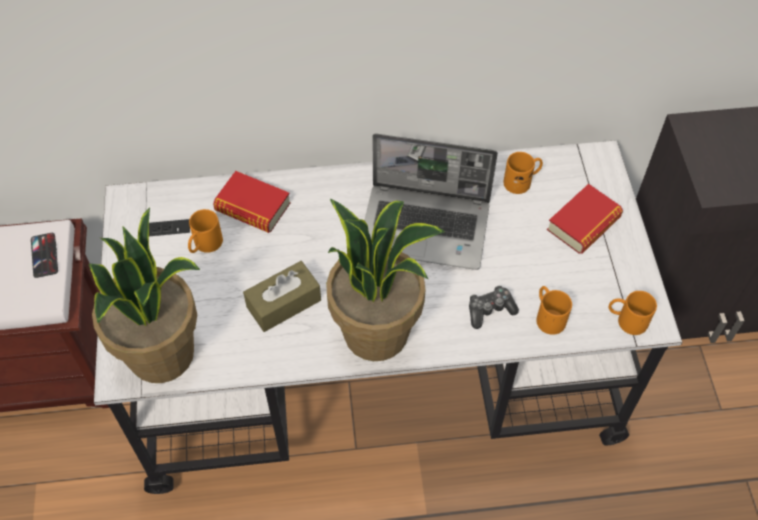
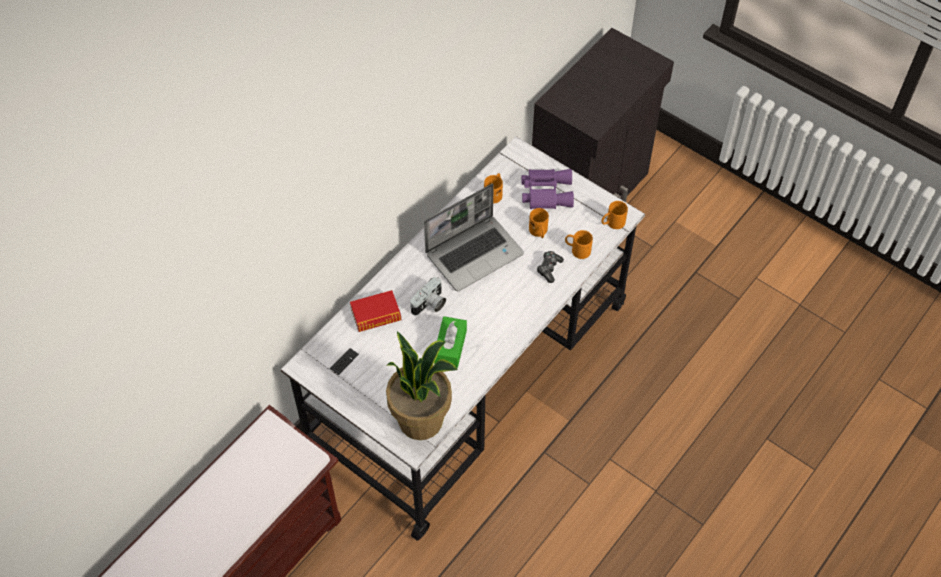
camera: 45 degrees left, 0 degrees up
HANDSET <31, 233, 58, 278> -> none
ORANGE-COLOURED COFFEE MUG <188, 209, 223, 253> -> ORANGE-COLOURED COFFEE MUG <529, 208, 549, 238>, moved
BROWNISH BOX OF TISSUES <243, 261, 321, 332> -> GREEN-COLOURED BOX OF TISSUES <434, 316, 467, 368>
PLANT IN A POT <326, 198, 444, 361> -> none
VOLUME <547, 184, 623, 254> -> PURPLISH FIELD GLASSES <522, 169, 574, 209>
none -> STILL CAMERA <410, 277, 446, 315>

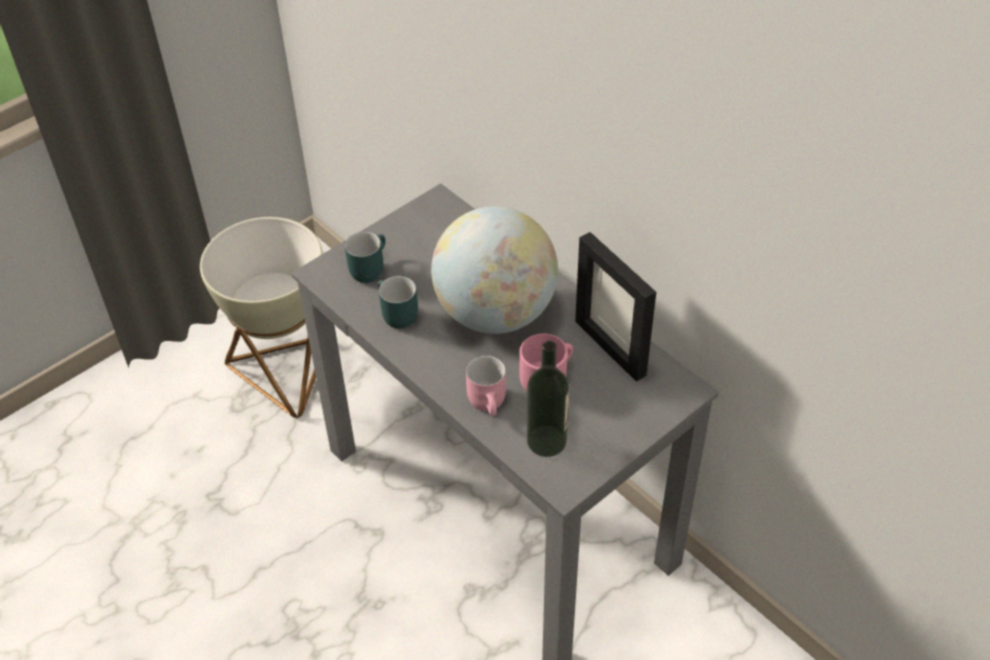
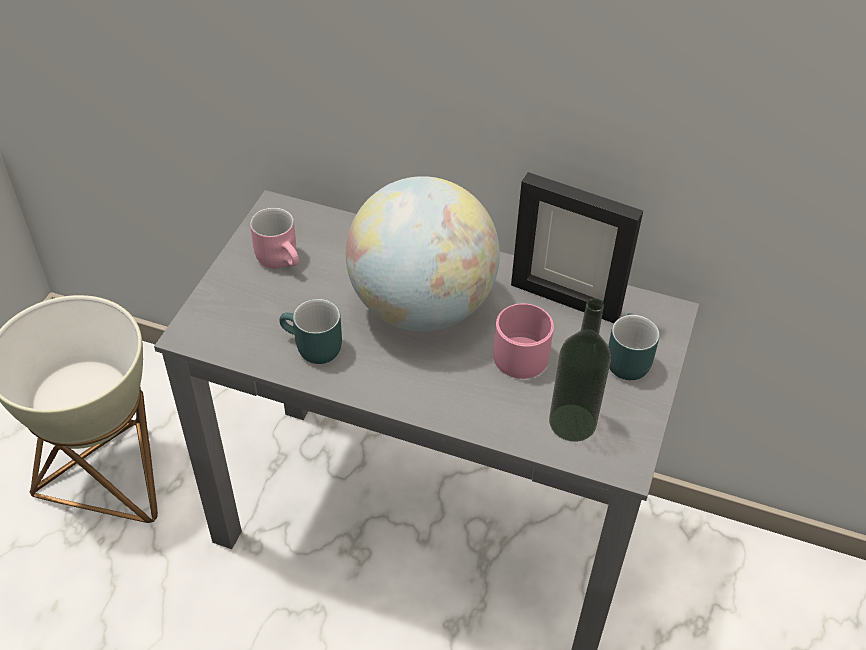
camera: 30 degrees left, 0 degrees up
TURQUOISE COFFEE MUG <345, 232, 386, 283> -> TURQUOISE COFFEE MUG <608, 313, 660, 380>, moved
PINK-COLOURED COFFEE MUG <466, 356, 506, 416> -> PINK-COLOURED COFFEE MUG <250, 207, 299, 269>, moved

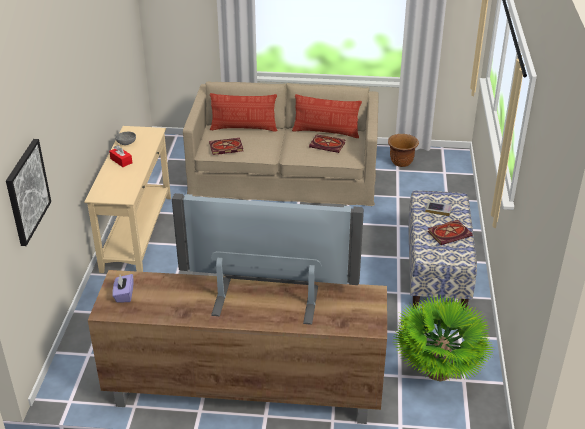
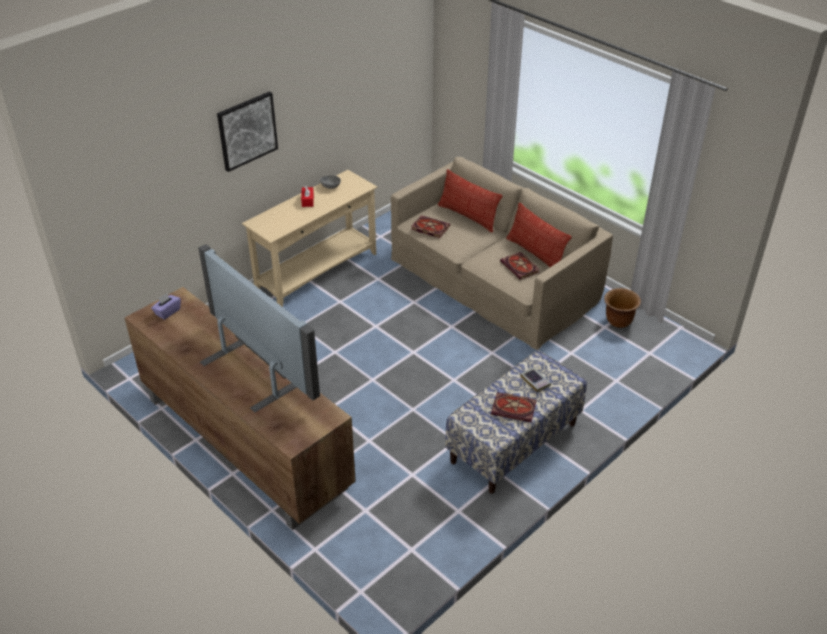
camera: 40 degrees right, 5 degrees up
WALL ART <6, 139, 51, 246> -> WALL ART <217, 91, 278, 172>, moved
PLANT IN A POT <392, 294, 494, 381> -> none

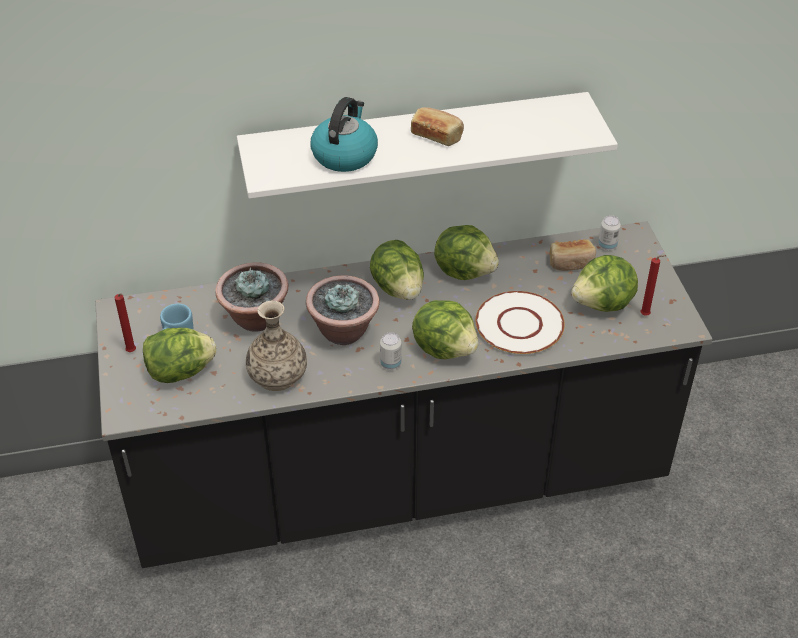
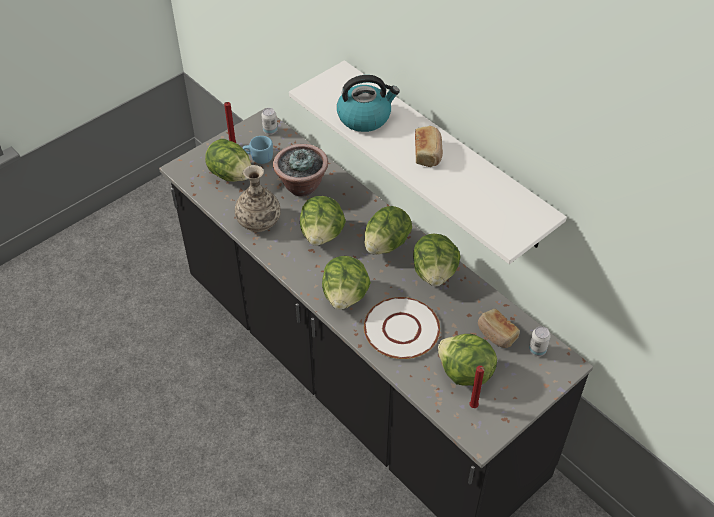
camera: 60 degrees right, 5 degrees up
PLANT IN A POT <306, 275, 380, 345> -> LETTUCE <300, 196, 346, 246>
METAL CAN <380, 332, 401, 370> -> METAL CAN <262, 108, 278, 134>, moved

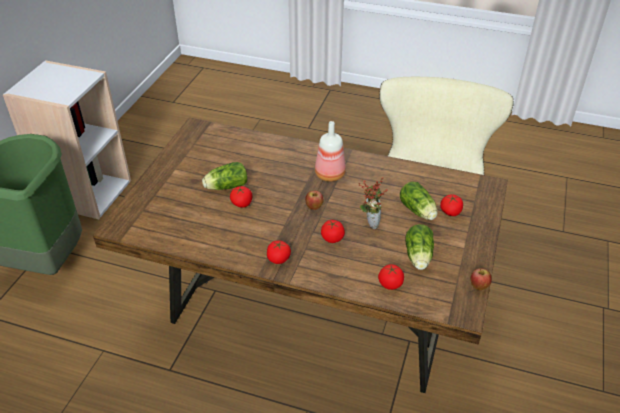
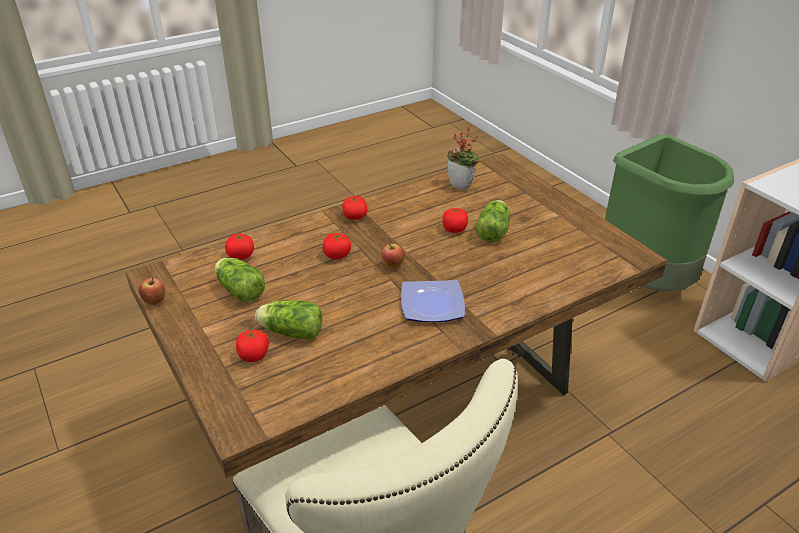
camera: 130 degrees right, 5 degrees down
BOTTLE <315, 121, 346, 182> -> FLAT DISH <401, 280, 465, 322>
PLANT IN A POT <358, 178, 388, 229> -> PLANT IN A POT <447, 125, 480, 190>, moved

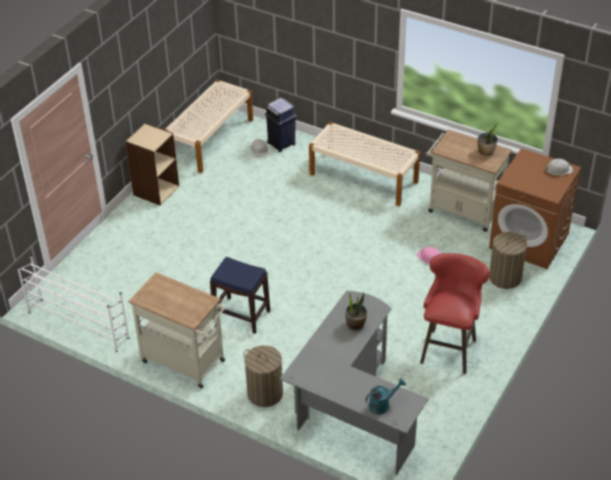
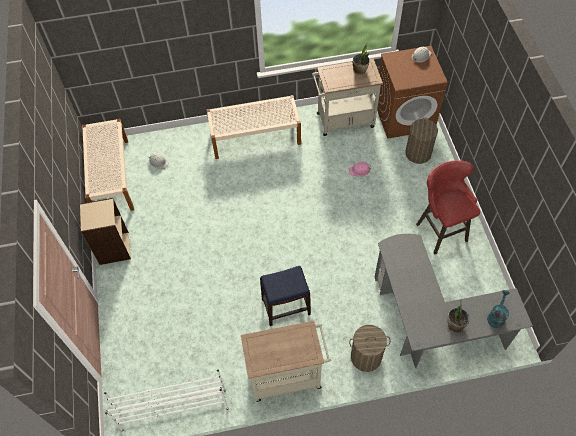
camera: 40 degrees left, 15 degrees up
BLUE-COLOURED TRASH CAN <265, 98, 297, 152> -> none
PLANT IN A POT <345, 292, 367, 331> -> PLANT IN A POT <447, 303, 470, 333>, moved

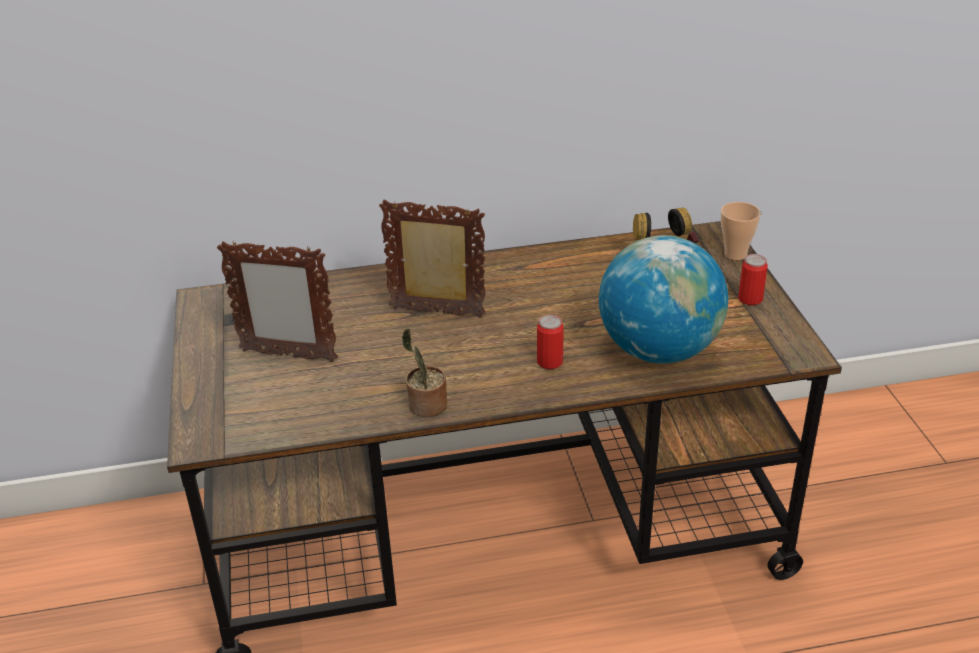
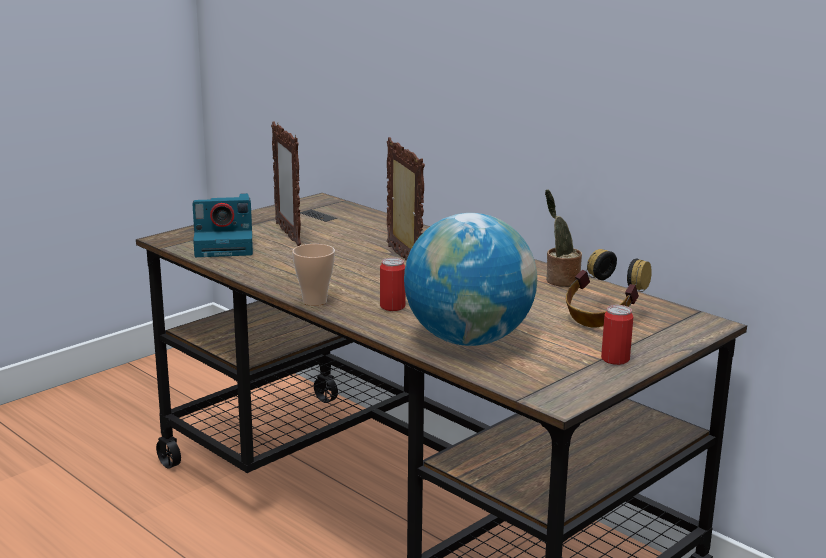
camera: 55 degrees right, 15 degrees down
PLANT IN A POT <402, 328, 447, 417> -> PLANT IN A POT <545, 190, 582, 287>, moved
DRINKING CUP <721, 202, 761, 260> -> DRINKING CUP <292, 244, 335, 306>, moved
none -> STILL CAMERA <192, 193, 253, 257>

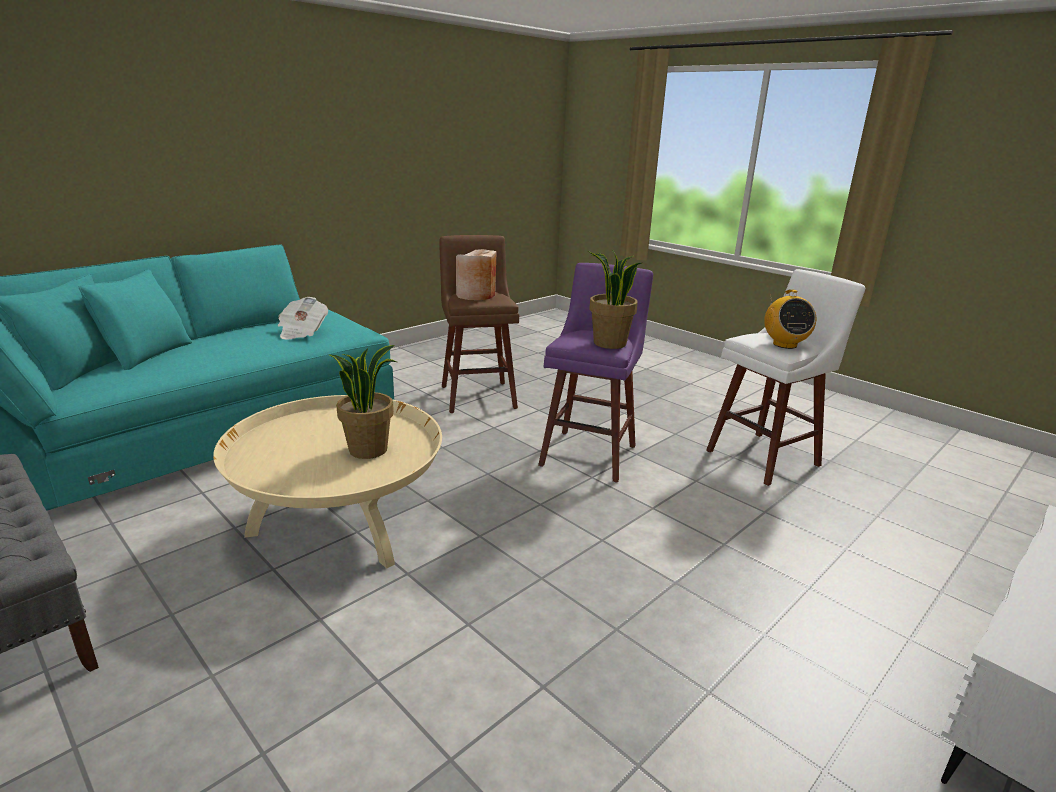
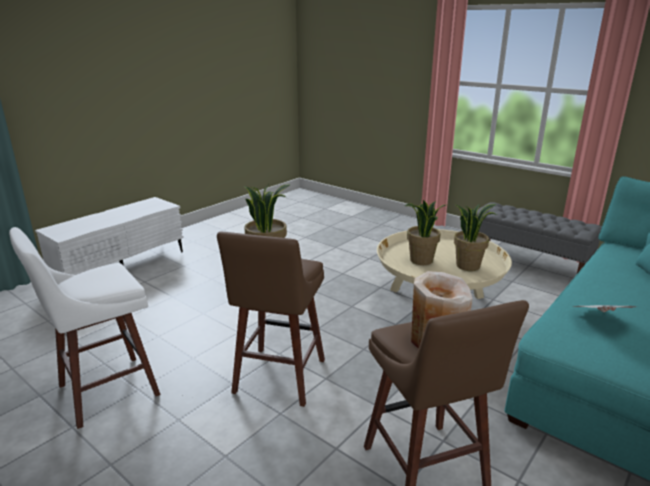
camera: 175 degrees right, 0 degrees up
PURPLISH STOOL SEAT <538, 263, 653, 483> -> BROWNISH STOOL SEAT <217, 232, 325, 407>
RADIO SET <764, 290, 816, 349> -> none
none -> PLANT IN A POT <454, 203, 497, 271>

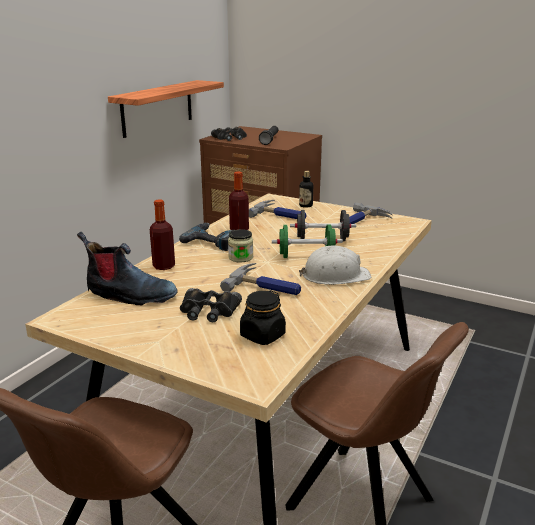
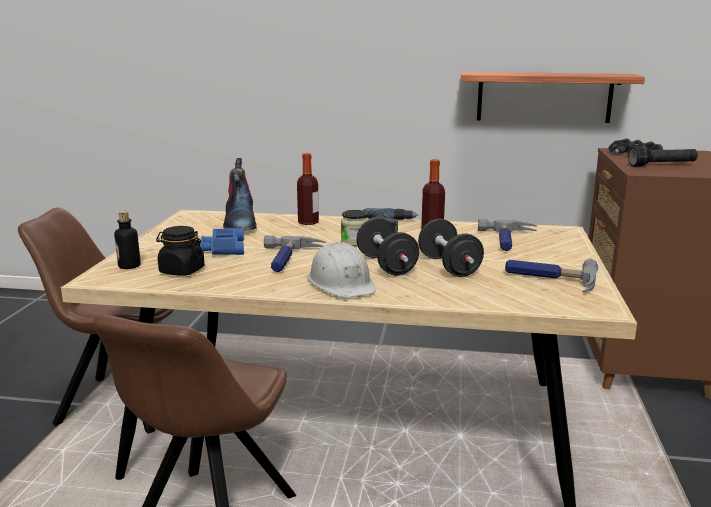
camera: 70 degrees right, 5 degrees down
BLACKISH FIELD GLASSES <180, 288, 242, 322> -> BLUE-COLOURED FIELD GLASSES <200, 228, 244, 255>
GREEN-COLOURED FREE WEIGHT <272, 224, 343, 258> -> BLACKISH FREE WEIGHT <357, 218, 419, 276>
BOTTLE <299, 171, 313, 208> -> BOTTLE <114, 211, 141, 269>, moved

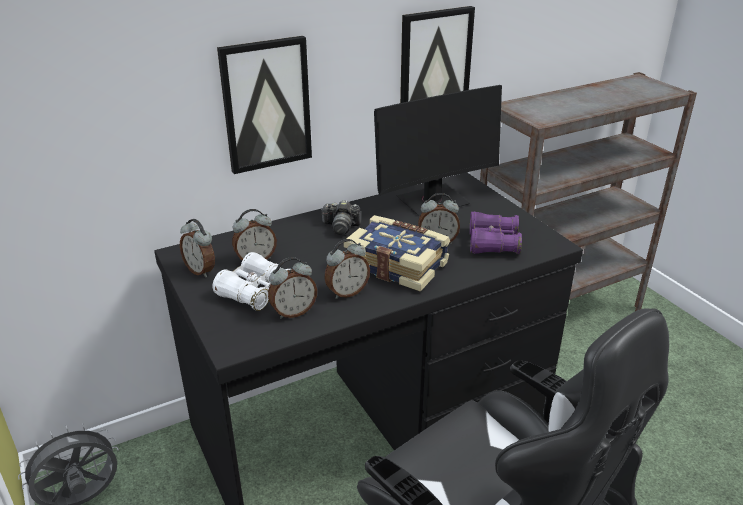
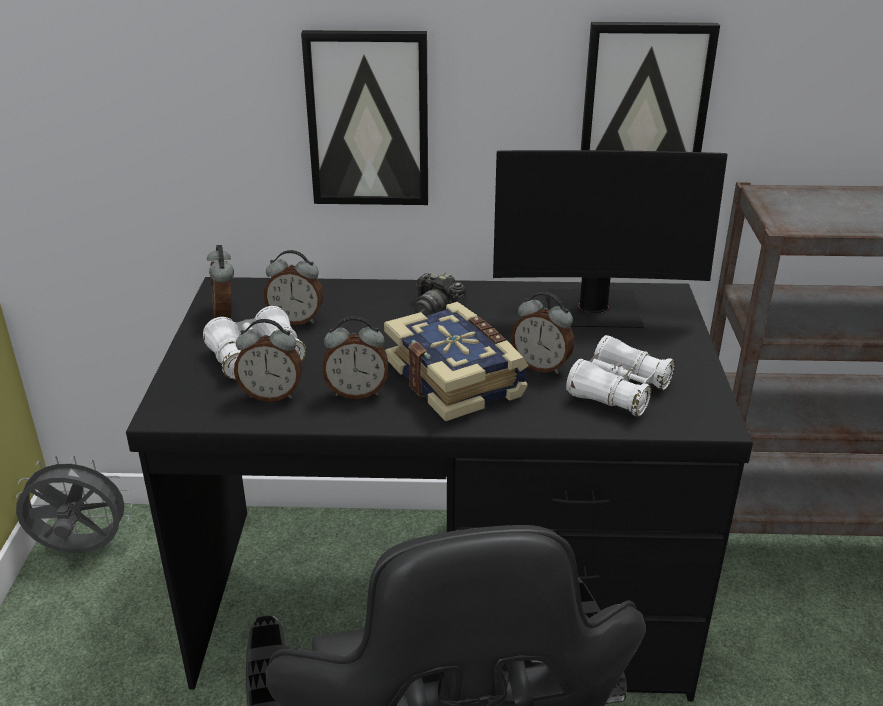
camera: 30 degrees right, 0 degrees up
PURPLISH FIELD GLASSES <470, 212, 522, 254> -> WHITISH FIELD GLASSES <566, 335, 675, 417>

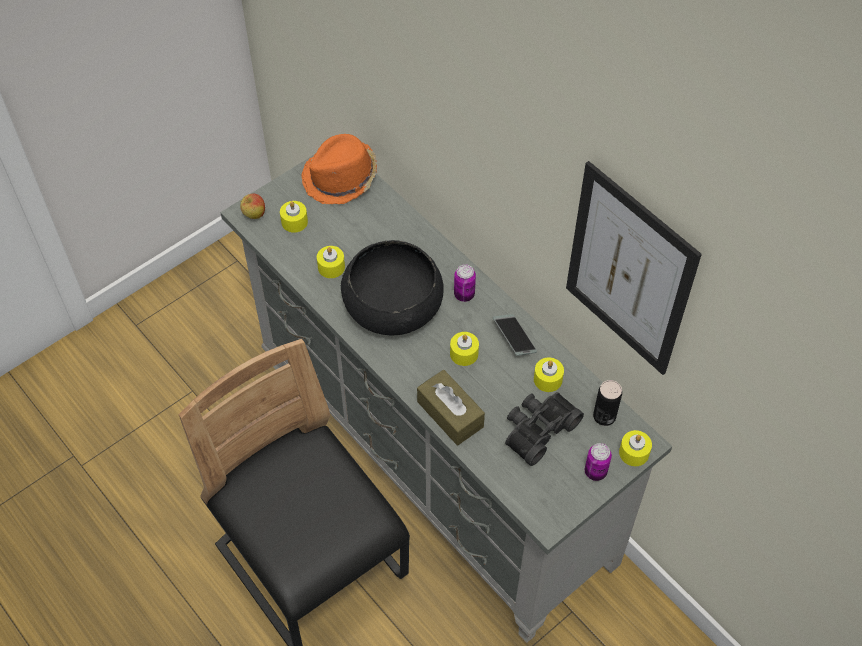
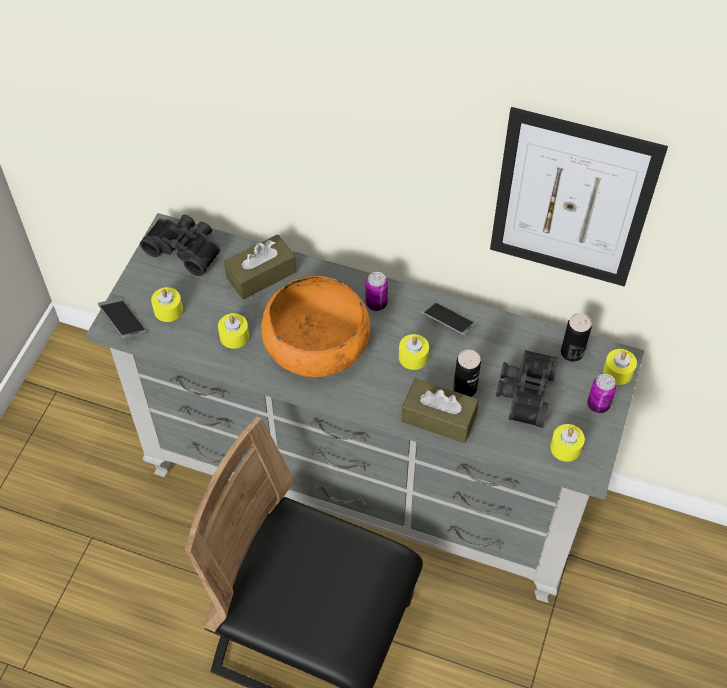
camera: 30 degrees left, 0 degrees up
APPLE <240, 194, 265, 219> -> HANDSET <98, 298, 147, 339>
ORANGE-COLOURED WEARABLE HAT <301, 134, 377, 204> -> BLACKISH FIELD GLASSES <140, 215, 220, 276>
BLACKISH DEEP DISH <341, 240, 444, 336> -> ORANGE-COLOURED DEEP DISH <261, 276, 370, 377>
YELLOW WAX CANDLE <534, 357, 564, 392> -> YELLOW WAX CANDLE <550, 424, 585, 462>, moved
none -> BROWNISH BOX OF TISSUES <224, 234, 296, 300>
none -> METAL CAN <453, 350, 481, 397>

